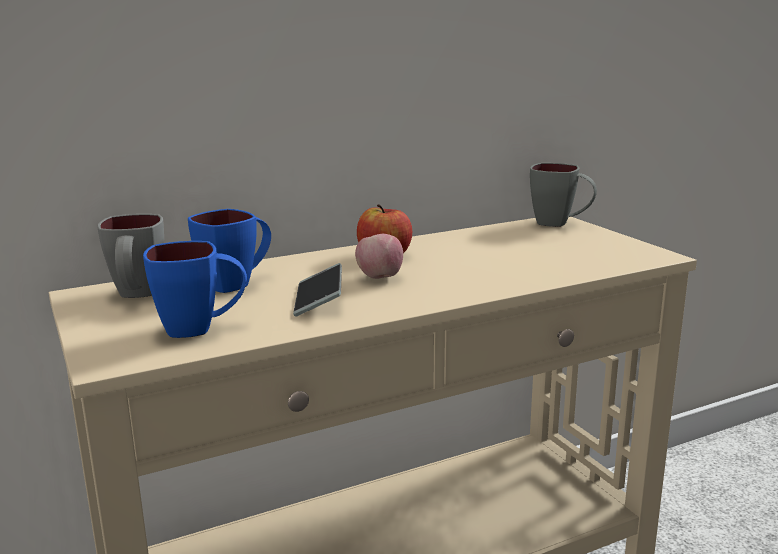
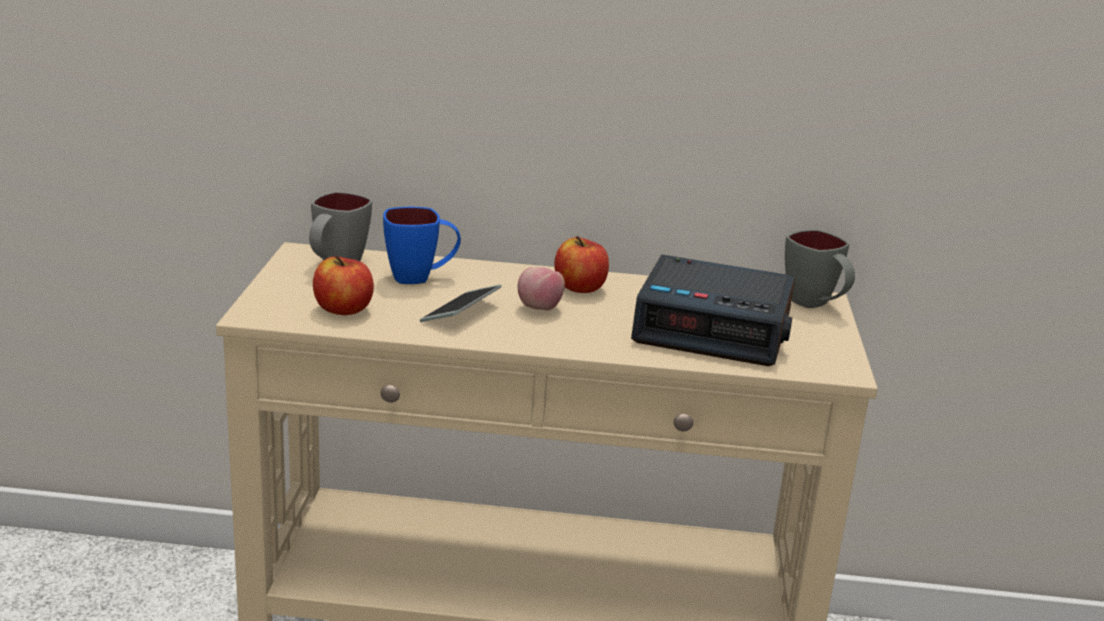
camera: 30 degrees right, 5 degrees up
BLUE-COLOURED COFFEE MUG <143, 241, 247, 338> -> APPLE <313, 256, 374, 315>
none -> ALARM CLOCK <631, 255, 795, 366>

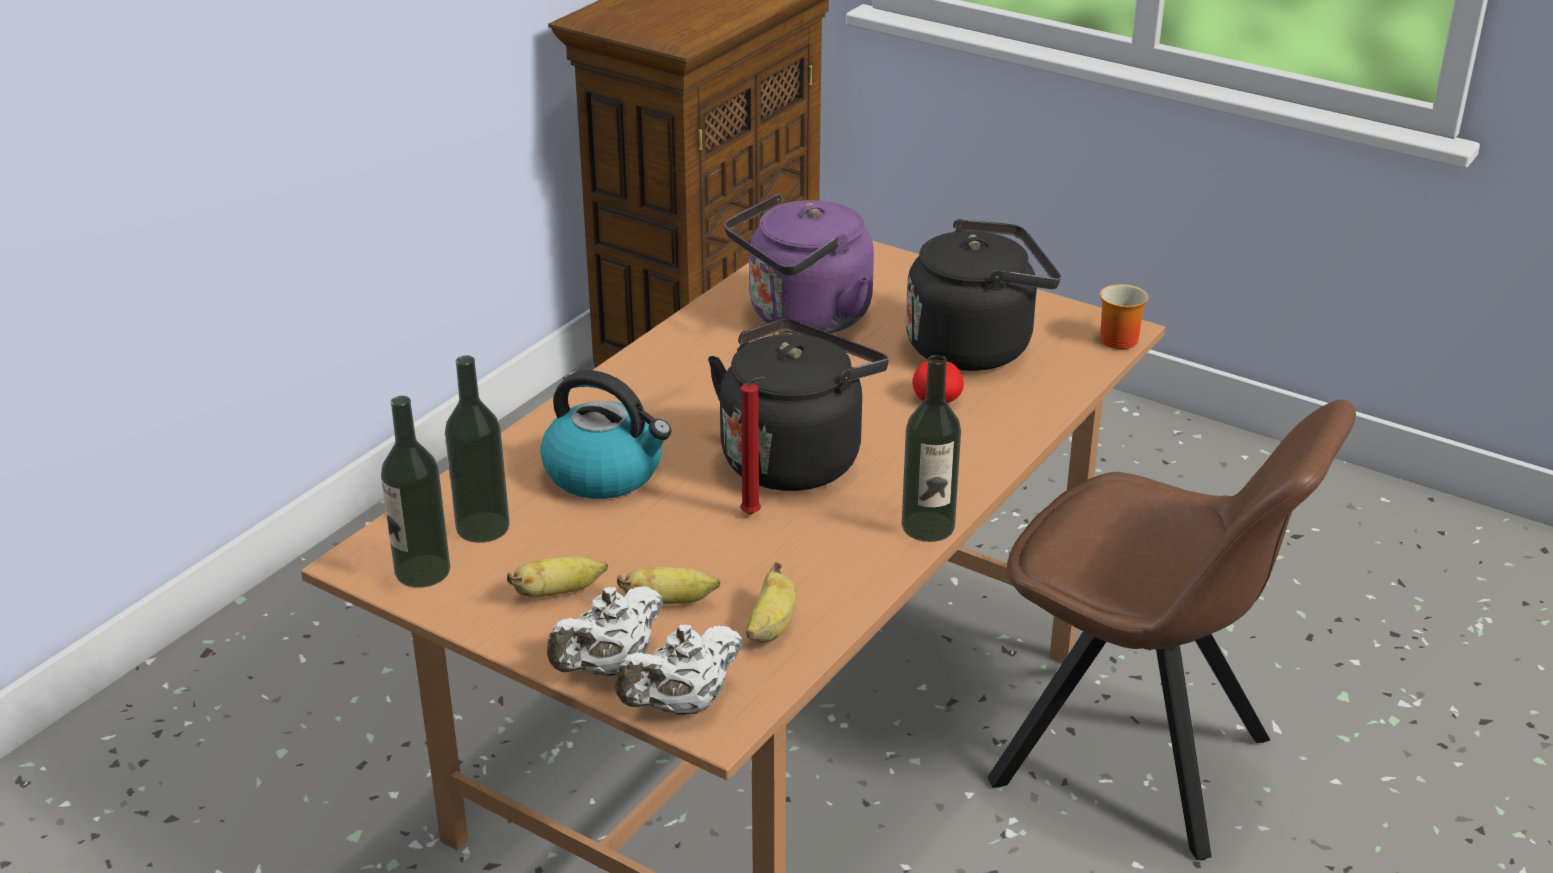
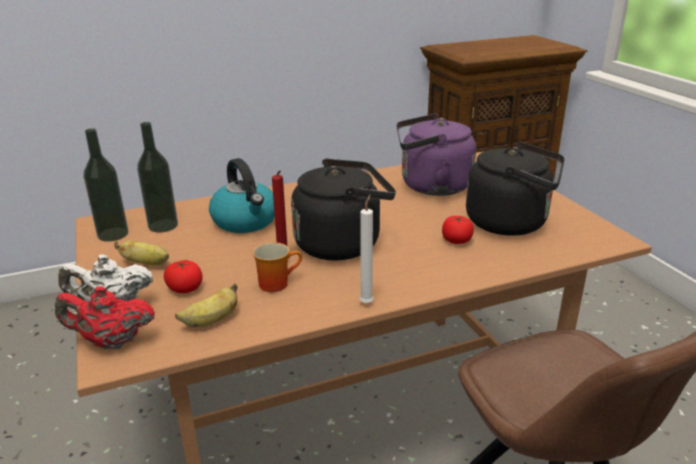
camera: 35 degrees right, 5 degrees down
WHITISH POT FOR TEA <615, 625, 743, 715> -> RED-COLOURED POT FOR TEA <55, 286, 155, 349>
BANANA <617, 567, 720, 604> -> WHOLE TOMATO <164, 260, 203, 293>
BOTTLE <902, 355, 961, 542> -> WHITISH WAX CANDLE <359, 195, 374, 304>
COFFEE MUG <1100, 284, 1148, 349> -> COFFEE MUG <252, 242, 302, 292>, moved

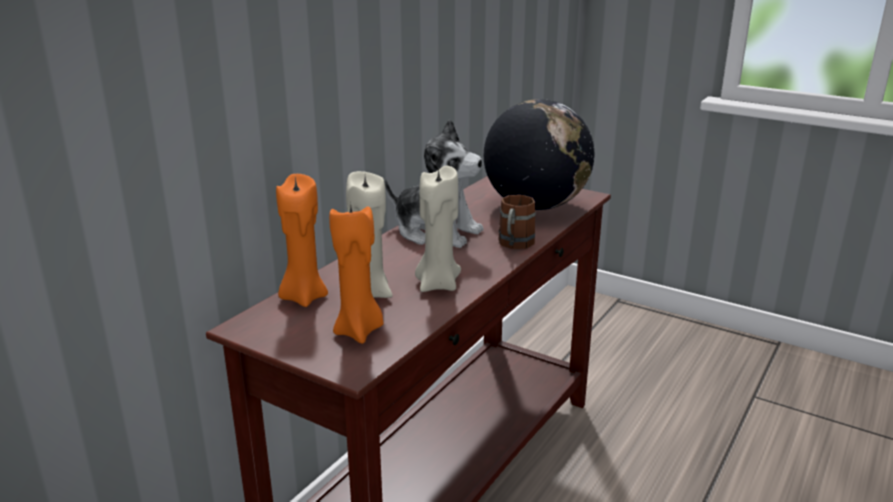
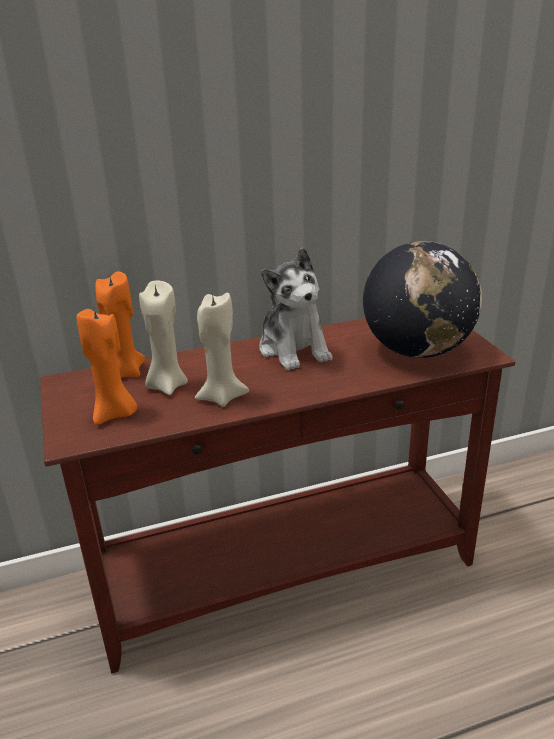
camera: 40 degrees right, 5 degrees up
BROWNISH COFFEE MUG <498, 195, 536, 249> -> none

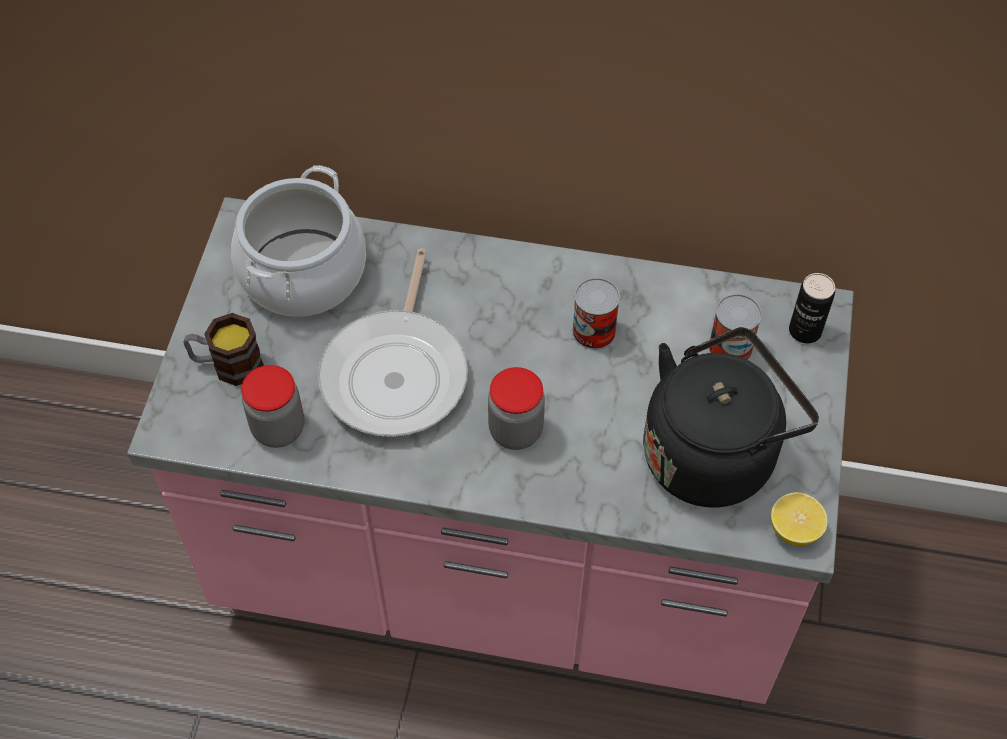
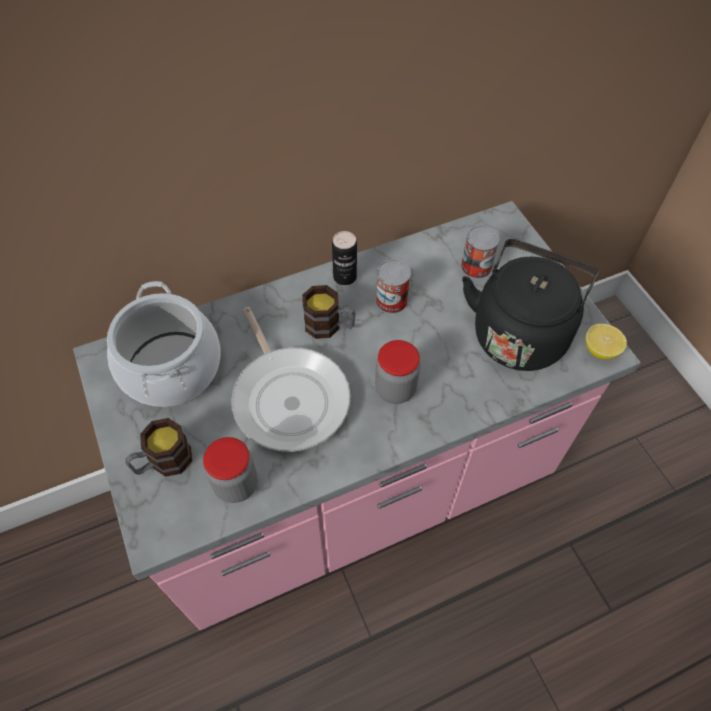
camera: 35 degrees left, 0 degrees up
METAL CAN <789, 273, 835, 343> -> METAL CAN <332, 231, 357, 285>, moved
none -> COFFEE MUG <302, 285, 356, 339>

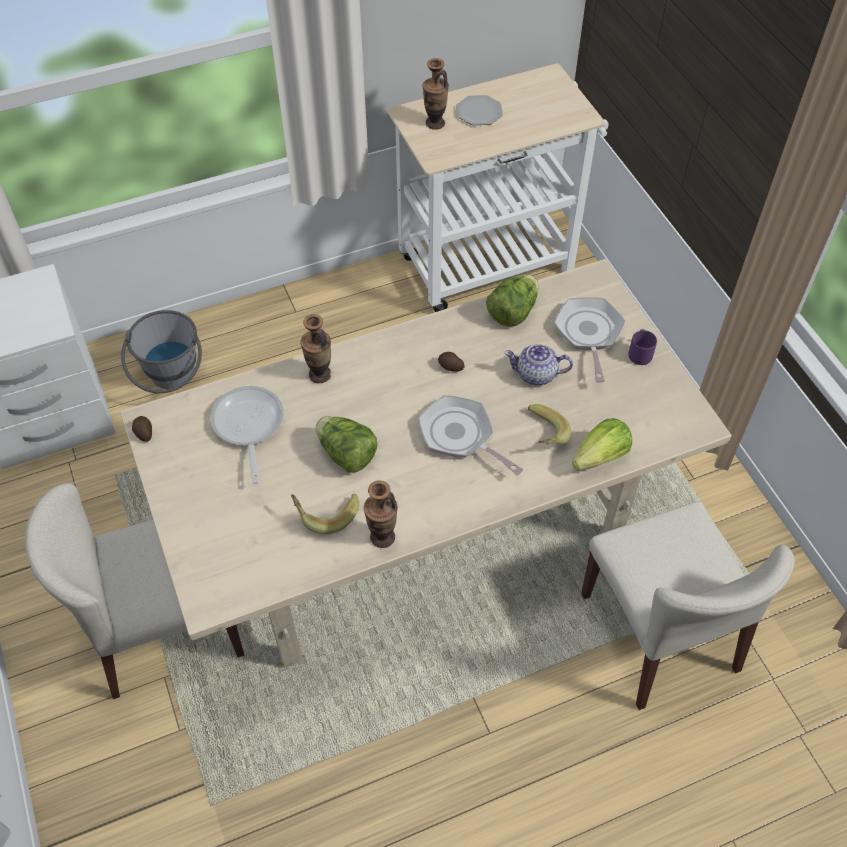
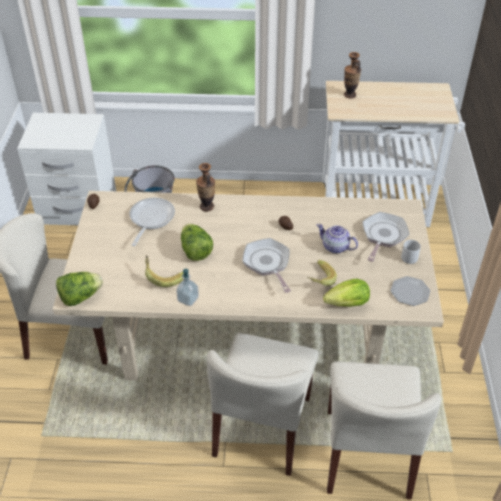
camera: 25 degrees right, 10 degrees down
VASE <364, 480, 398, 548> -> LIQUID SOAP BOTTLE <176, 269, 199, 306>
FLAT DISH <456, 95, 503, 125> -> FLAT DISH <390, 276, 430, 306>, moved
LETTUCE <486, 275, 539, 326> -> LETTUCE <56, 272, 103, 306>, moved
PURPLISH COFFEE MUG <628, 329, 657, 365> -> GREYISH COFFEE MUG <401, 240, 421, 264>
none -> BEIGE-COLOURED PLAIN CHAIR <207, 333, 319, 476>

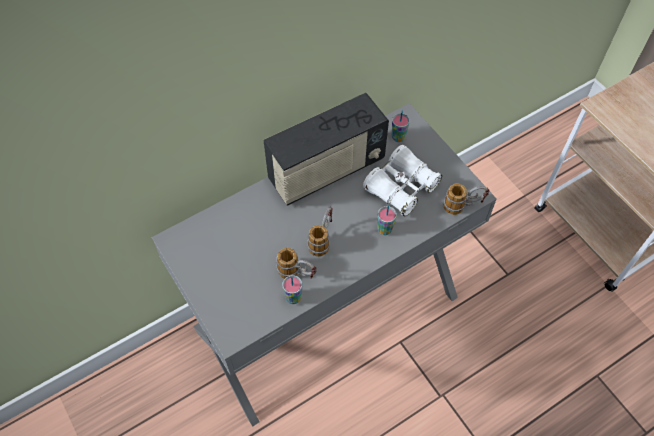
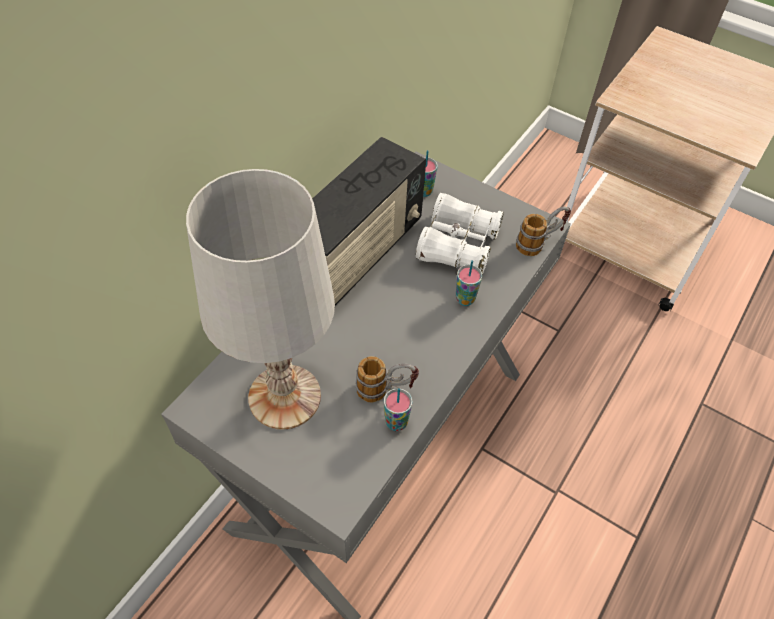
camera: 25 degrees left, 5 degrees down
COFFEE MUG <307, 207, 333, 257> -> none
none -> WHITISH TABLE LAMP <186, 169, 335, 430>

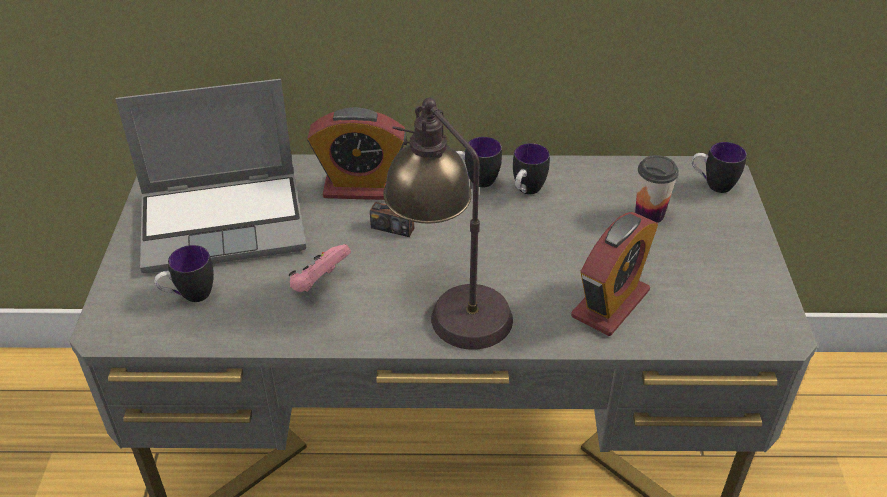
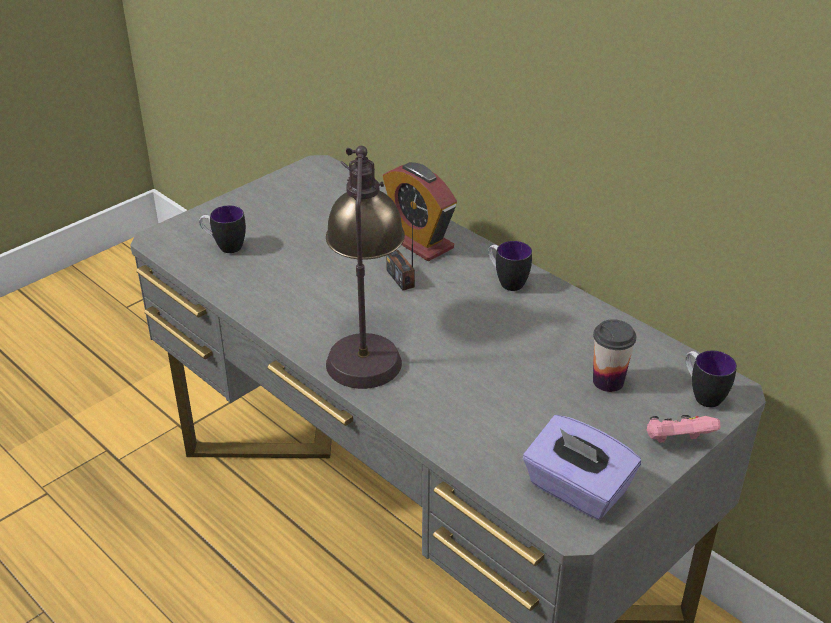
camera: 45 degrees right, 5 degrees down
NOTEBOOK COMPUTER <116, 79, 306, 273> -> none
PINK-COLOURED GAME CONTROLLER <289, 244, 351, 292> -> PINK-COLOURED GAME CONTROLLER <646, 415, 721, 443>, moved
COFFEE MUG <513, 143, 550, 194> -> none
ALARM CLOCK <571, 212, 658, 336> -> none
none -> PURPLISH BOX OF TISSUES <523, 415, 641, 520>

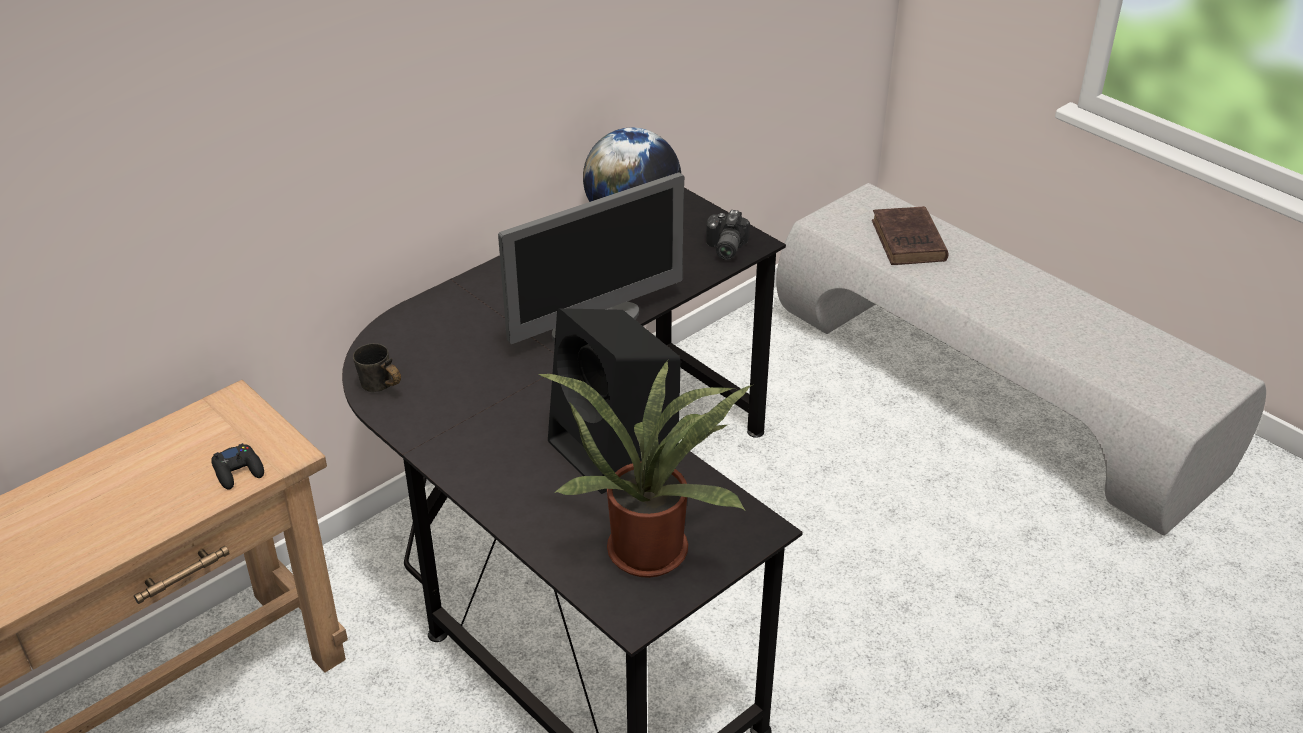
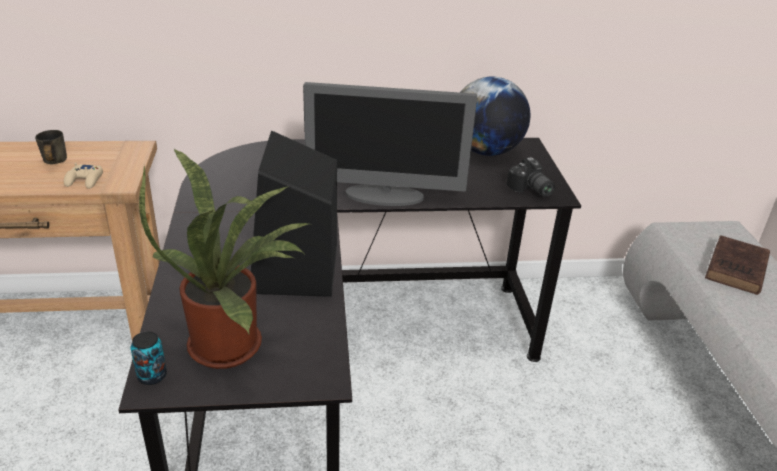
camera: 35 degrees right, 5 degrees down
BLACKISH GAME CONTROLLER <211, 443, 264, 490> -> BEIGE-COLOURED GAME CONTROLLER <64, 163, 103, 189>
GREYISH COFFEE MUG <353, 343, 401, 392> -> GREYISH COFFEE MUG <35, 130, 67, 164>, moved
STILL CAMERA <706, 210, 750, 260> -> STILL CAMERA <507, 157, 555, 197>, 75 degrees counterclockwise
none -> METAL CAN <130, 331, 167, 385>

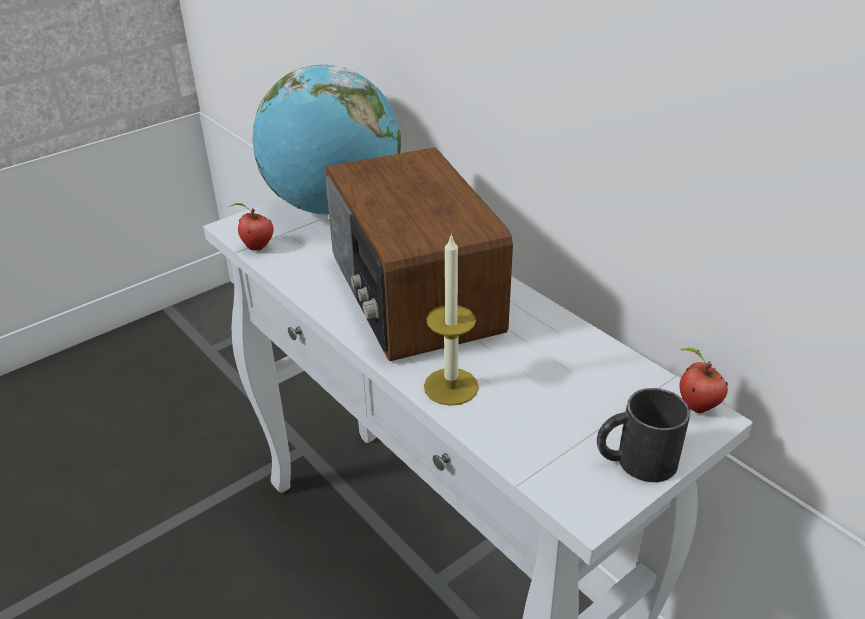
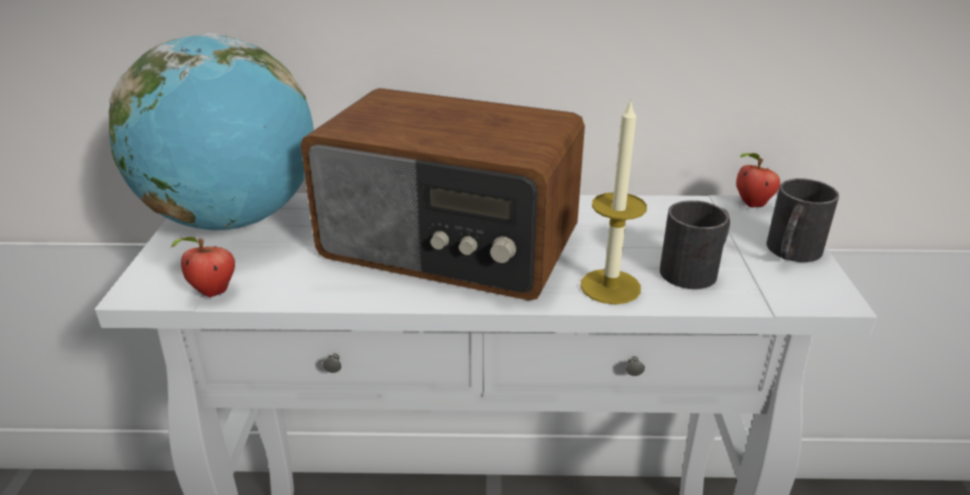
camera: 50 degrees left, 5 degrees down
none -> BLACKISH COFFEE MUG <660, 200, 730, 289>

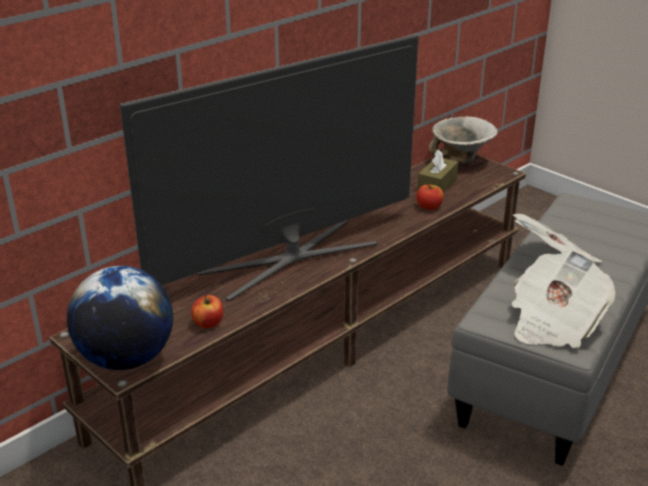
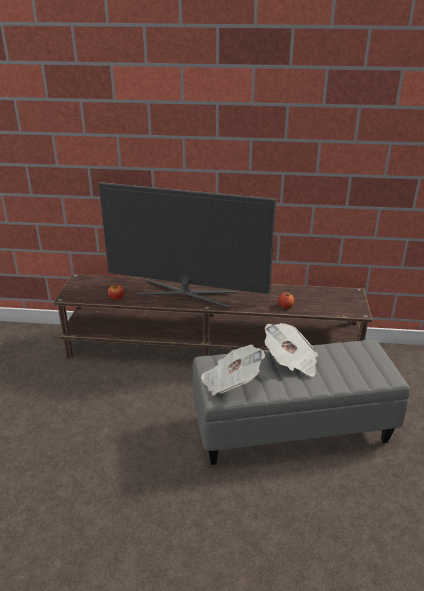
camera: 50 degrees right, 0 degrees up
DESK GLOBE <67, 266, 173, 370> -> none
BROWNISH BOX OF TISSUES <417, 149, 458, 193> -> none
DEEP DISH <429, 116, 498, 163> -> none

